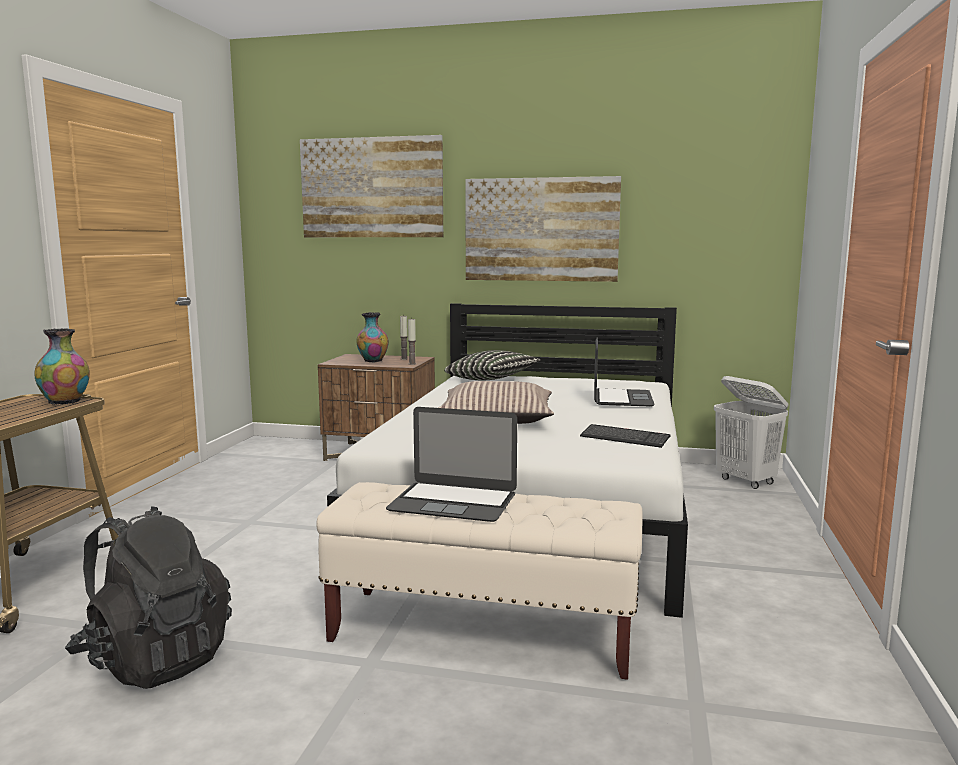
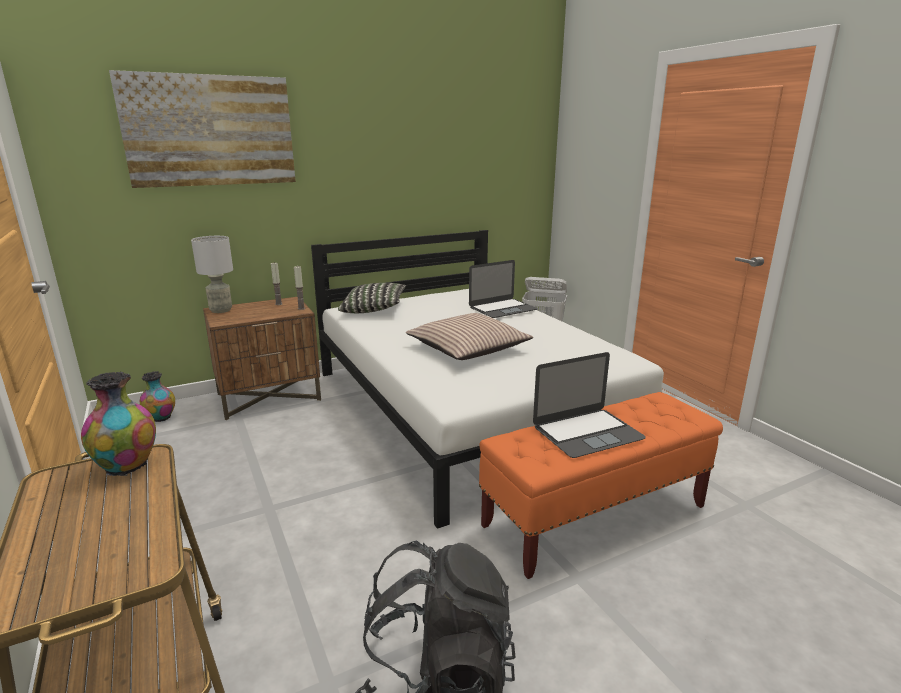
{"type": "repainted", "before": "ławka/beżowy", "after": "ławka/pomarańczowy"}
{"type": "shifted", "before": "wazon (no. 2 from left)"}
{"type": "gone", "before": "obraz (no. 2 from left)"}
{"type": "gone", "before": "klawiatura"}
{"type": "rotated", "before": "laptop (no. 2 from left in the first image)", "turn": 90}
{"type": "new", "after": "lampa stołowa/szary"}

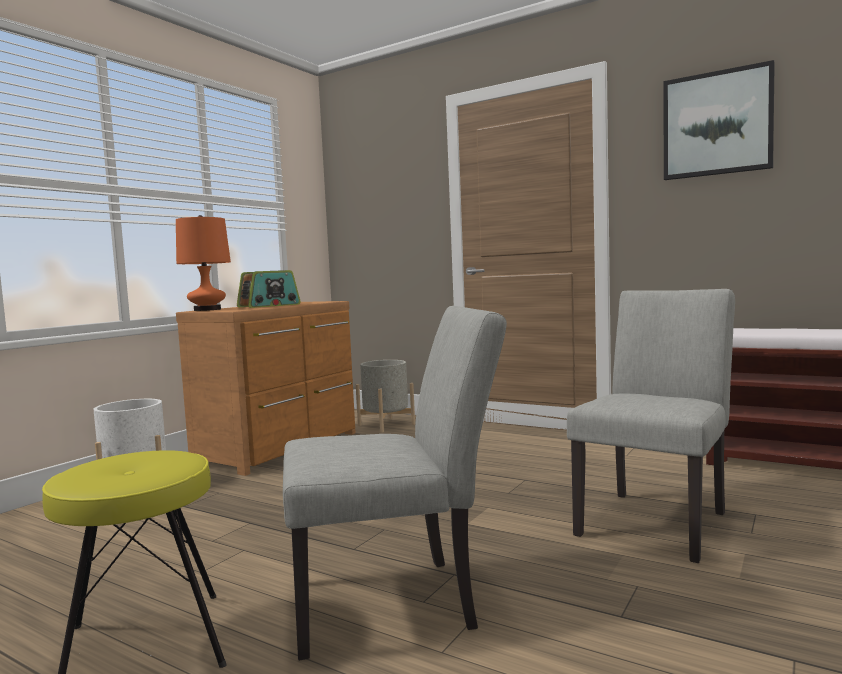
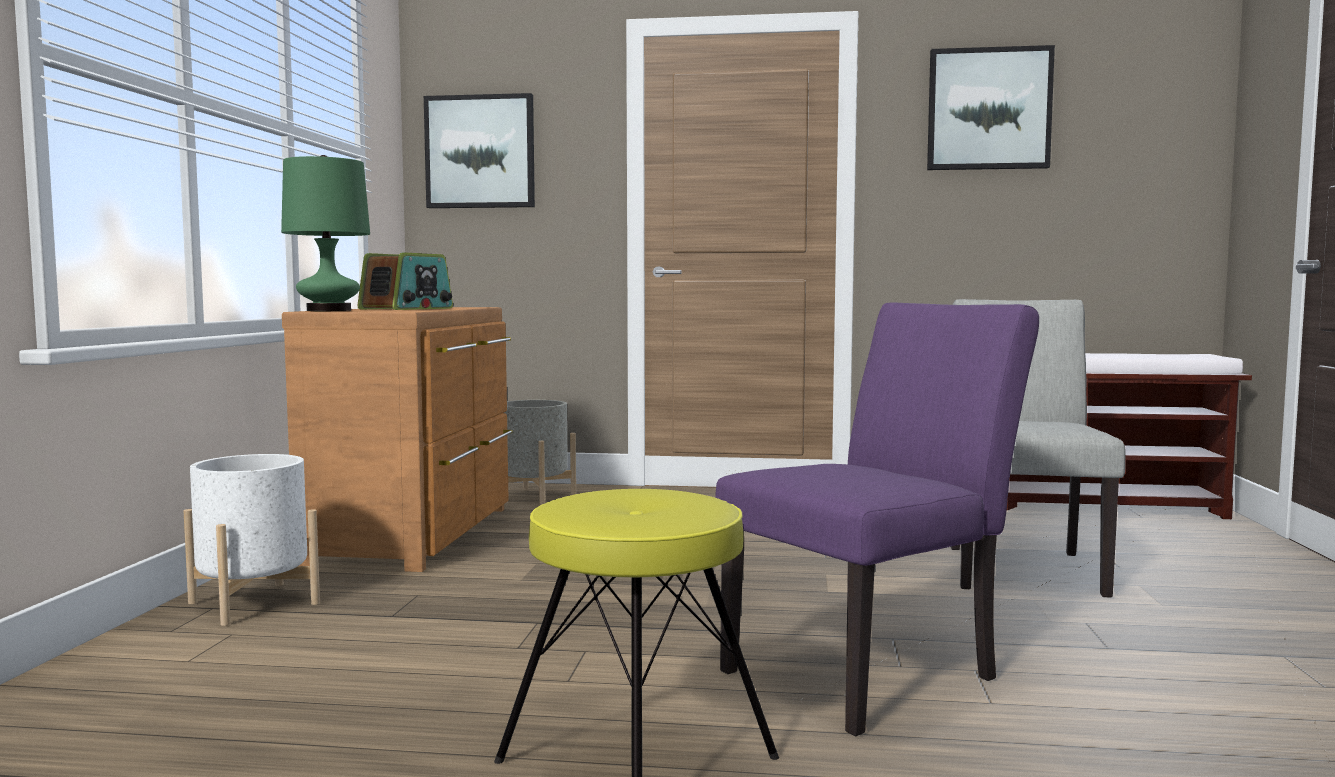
{"type": "repainted", "before": "lampa stołowa/pomarańczowy", "after": "lampa stołowa/zielony"}
{"type": "repainted", "before": "krzesło/szary (no. 1 from left)", "after": "krzesło/fioletowy"}
{"type": "new", "after": "obraz (no. 1 from left)"}

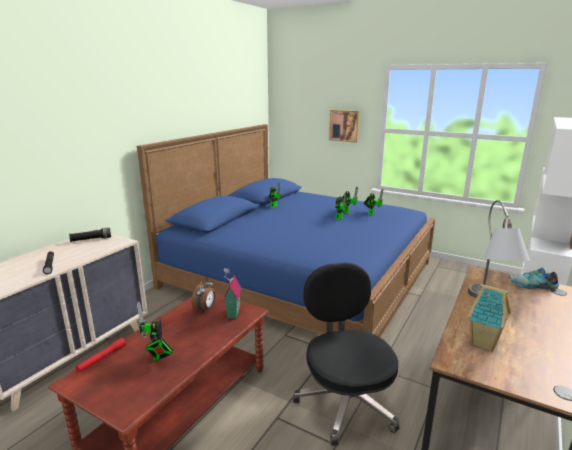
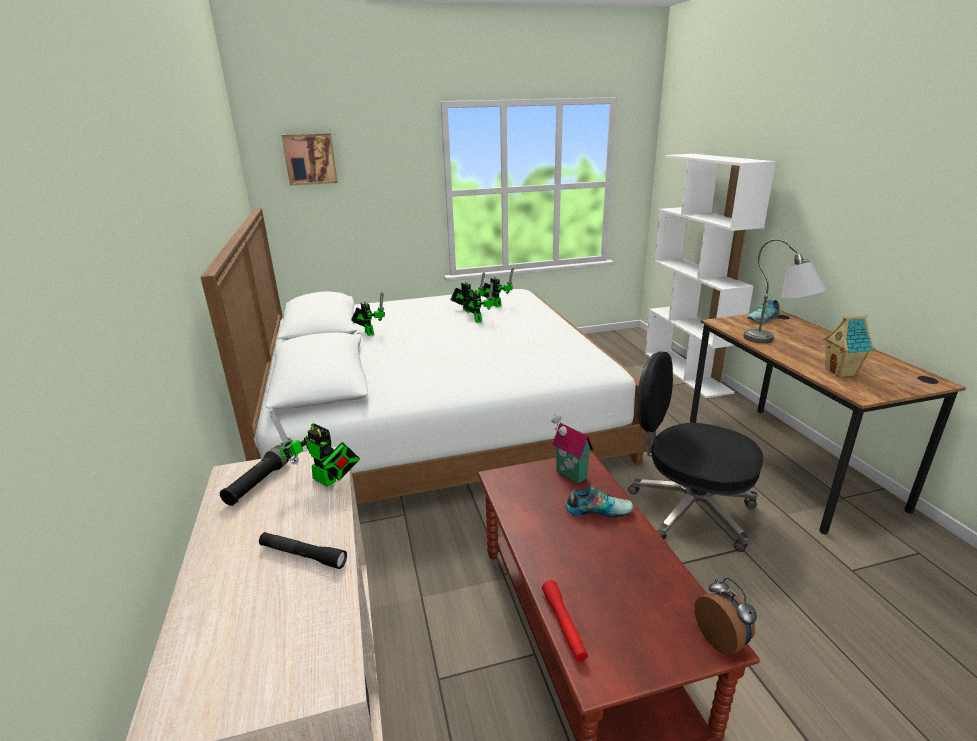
{"type": "repainted", "before": "łóżko/niebieski", "after": "łóżko/biały"}
{"type": "shifted", "before": "robot zabawkowy (no. 1 from left)"}
{"type": "shifted", "before": "budzik"}
{"type": "shifted", "before": "obraz"}
{"type": "new", "after": "but (no. 1 from left)"}

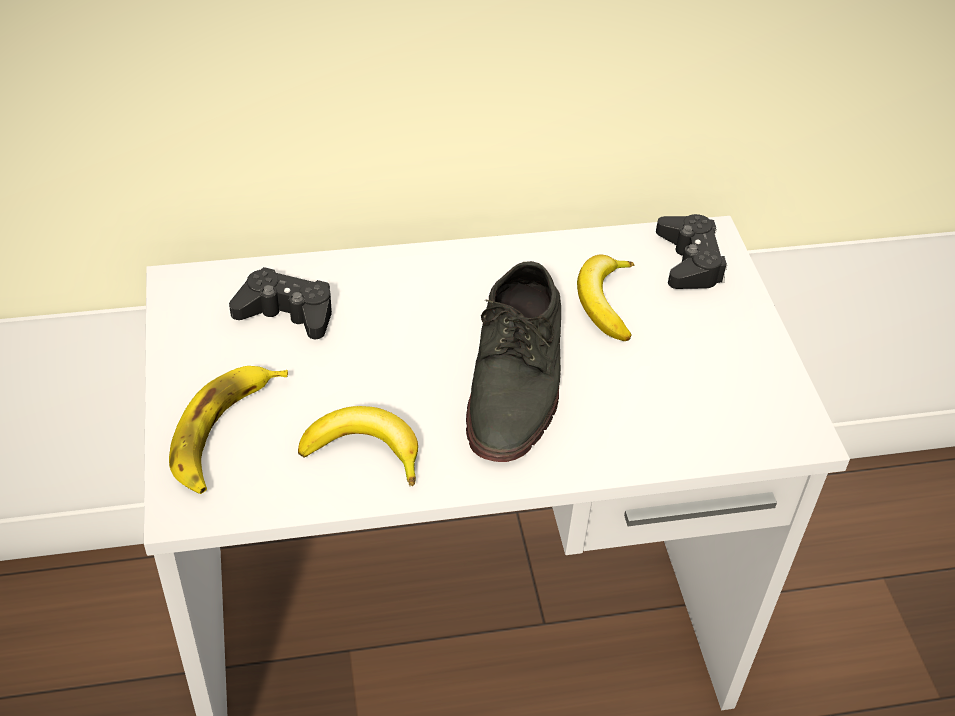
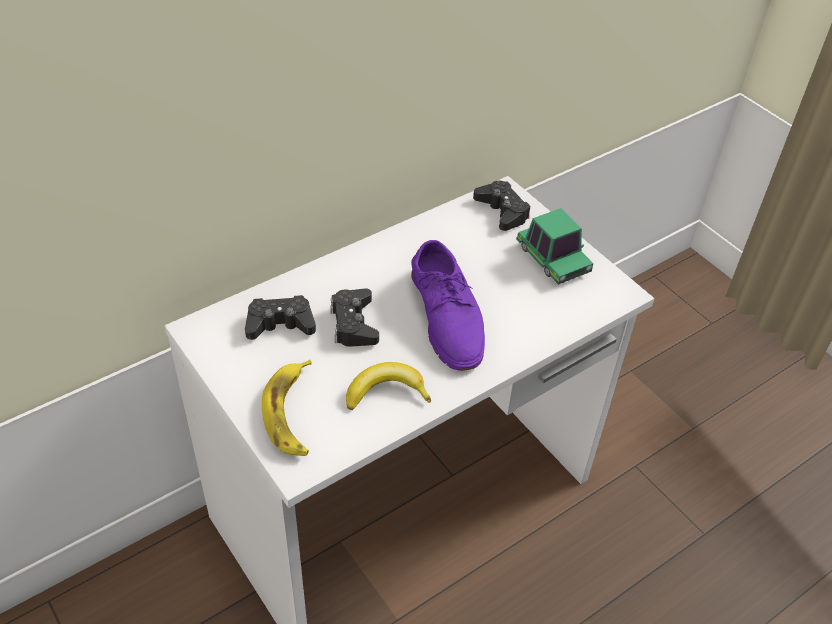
{"type": "repainted", "before": "but/szary", "after": "but/fioletowy"}
{"type": "gone", "before": "banan (no. 3 from left)"}
{"type": "new", "after": "pad do gier/czarny (no. 2 from left)"}
{"type": "new", "after": "samochodzik"}

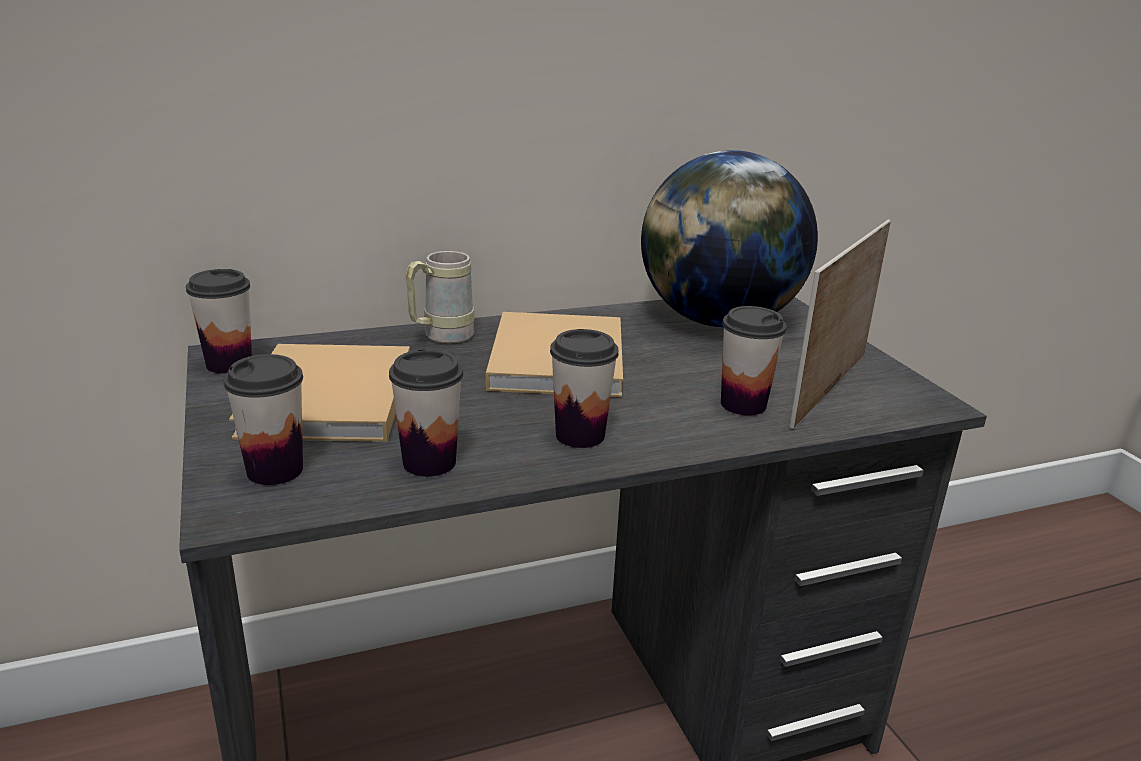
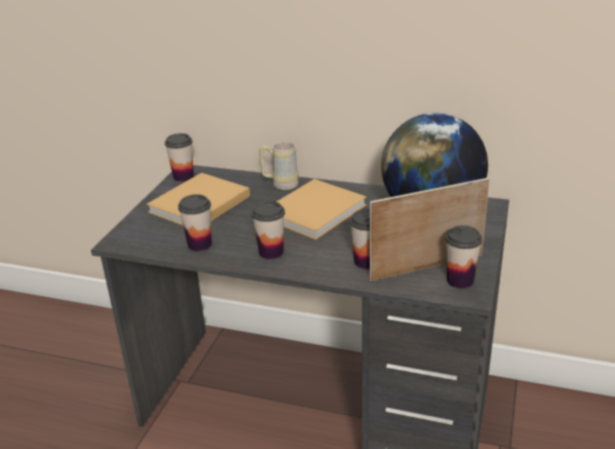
{"type": "shifted", "before": "filiżanka (no. 2 from left in the first image)", "after": "filiżanka (no. 5 from left)"}

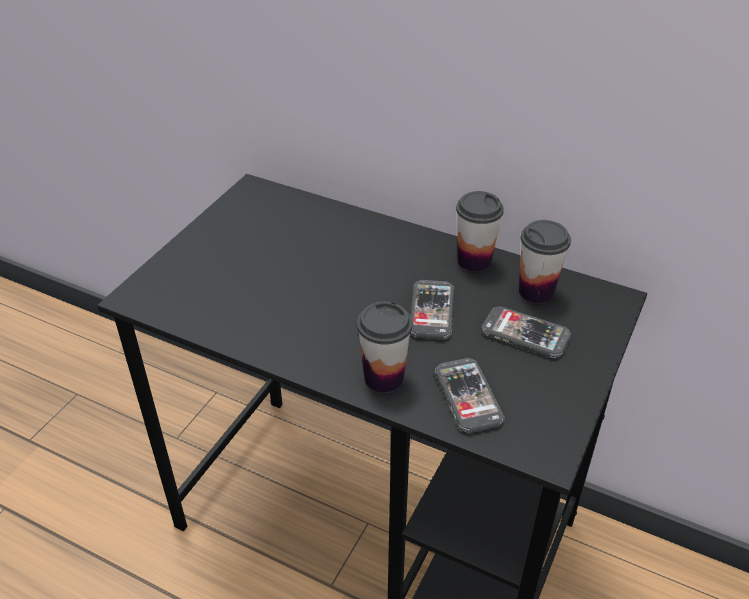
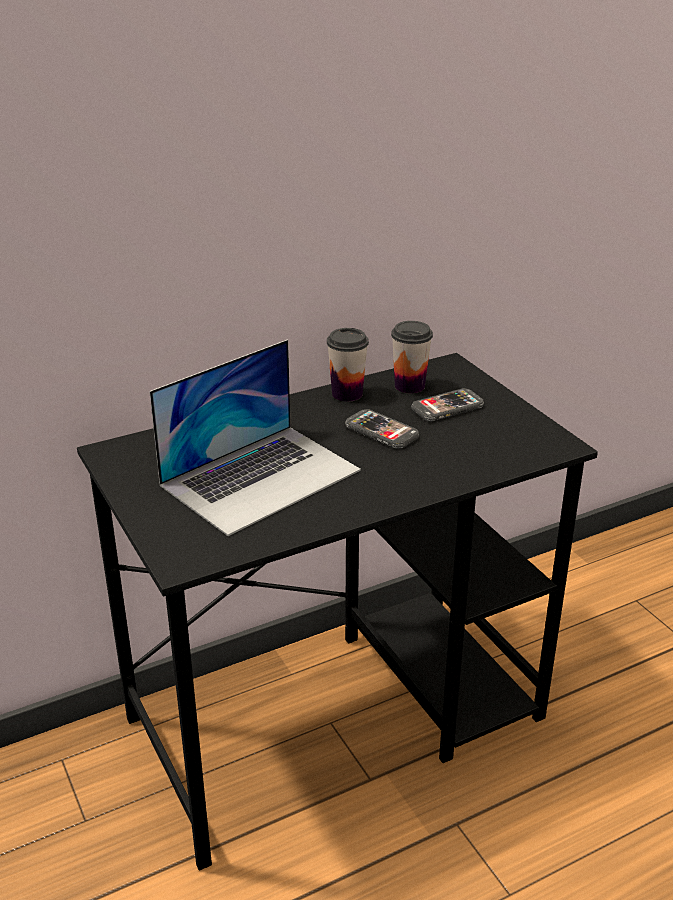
{"type": "gone", "before": "filiżanka (no. 1 from left)"}
{"type": "gone", "before": "telefon (no. 2 from left)"}
{"type": "new", "after": "laptop"}

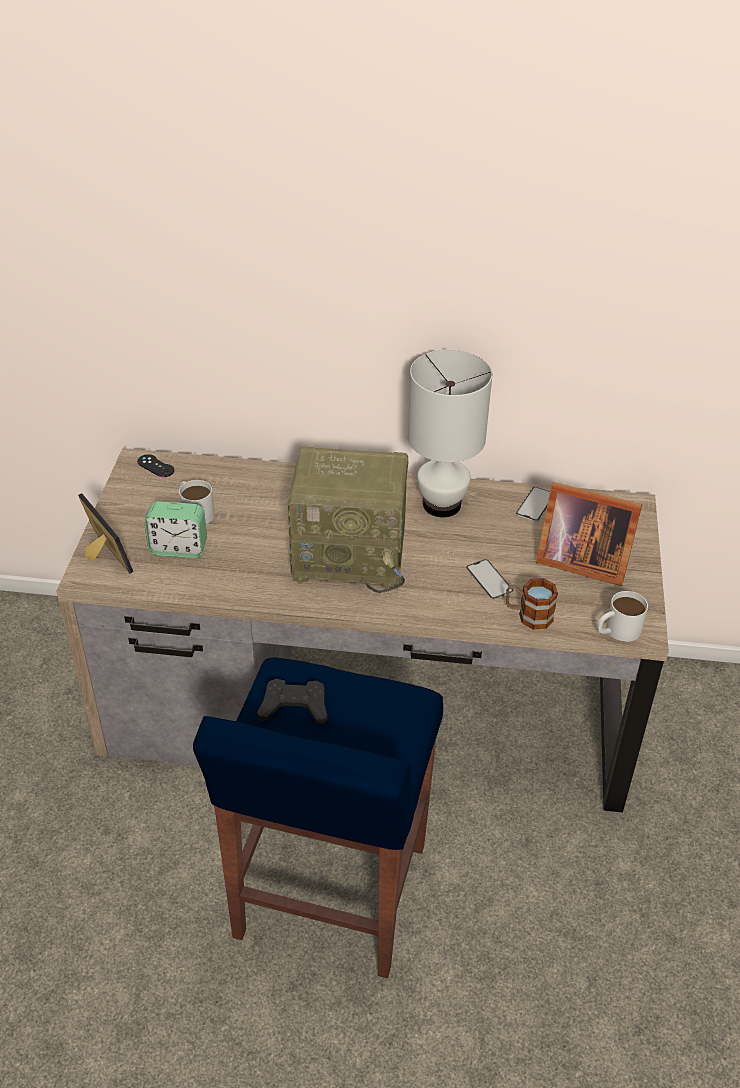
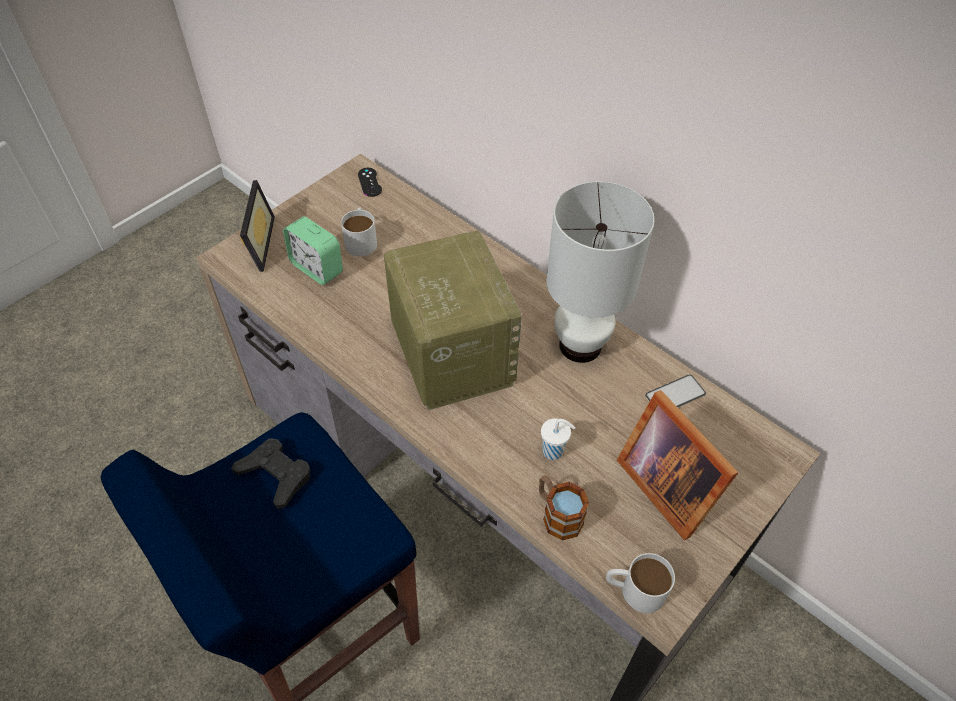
{"type": "rotated", "before": "radio", "turn": -150}
{"type": "swapped", "before": "telefon (no. 1 from left)", "after": "filiżanka/biały"}

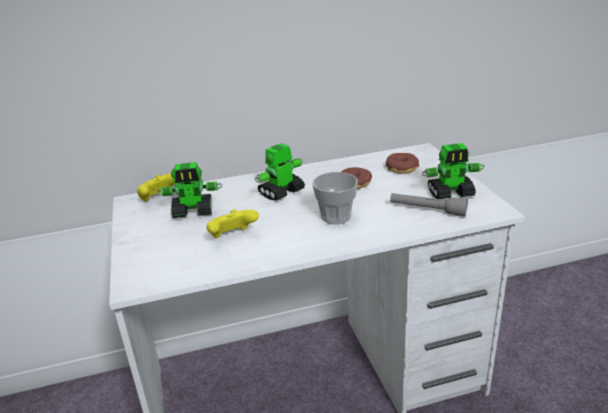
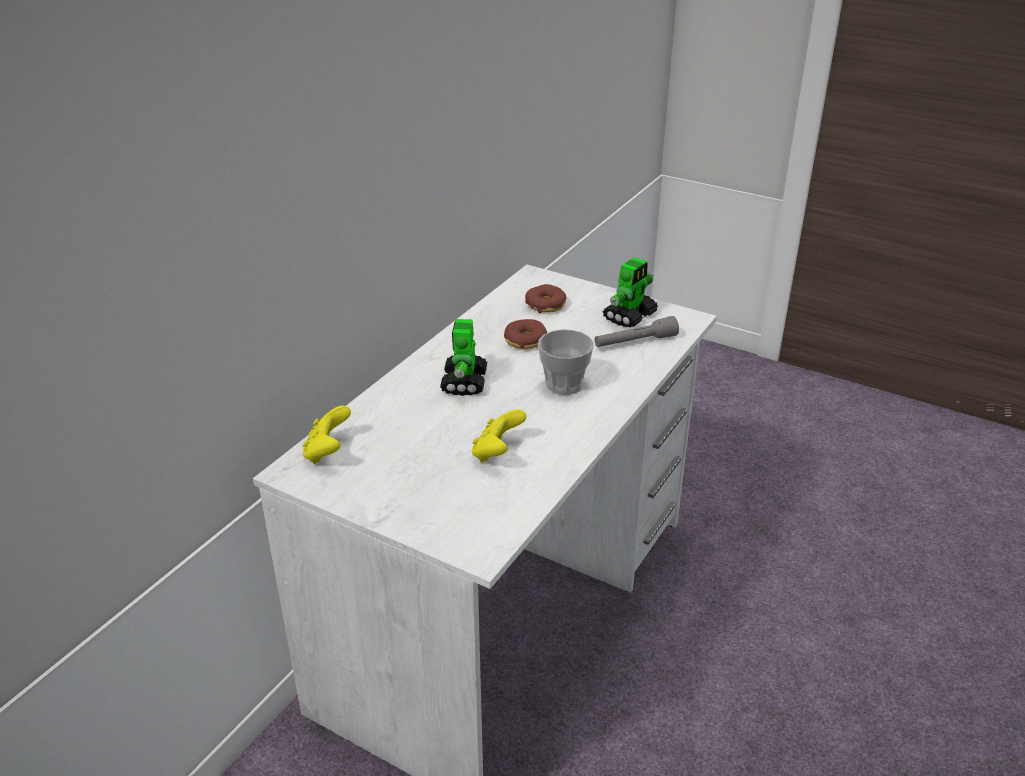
{"type": "gone", "before": "robot zabawkowy (no. 1 from left)"}

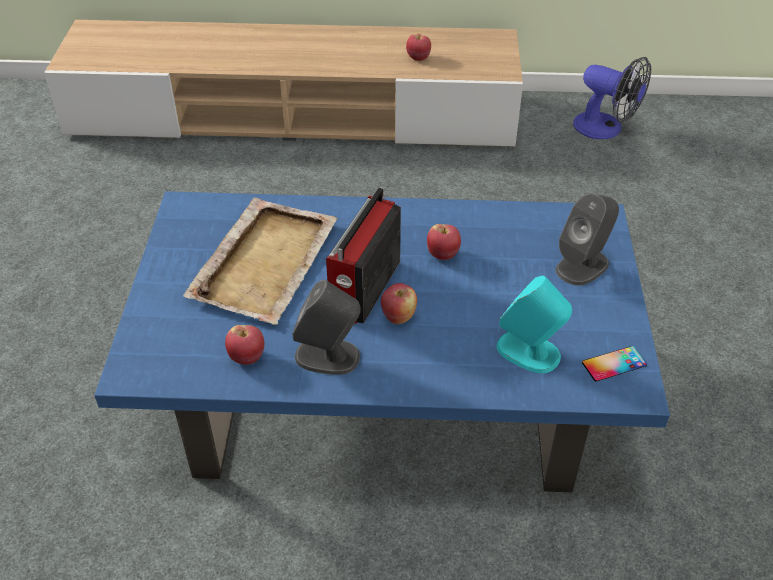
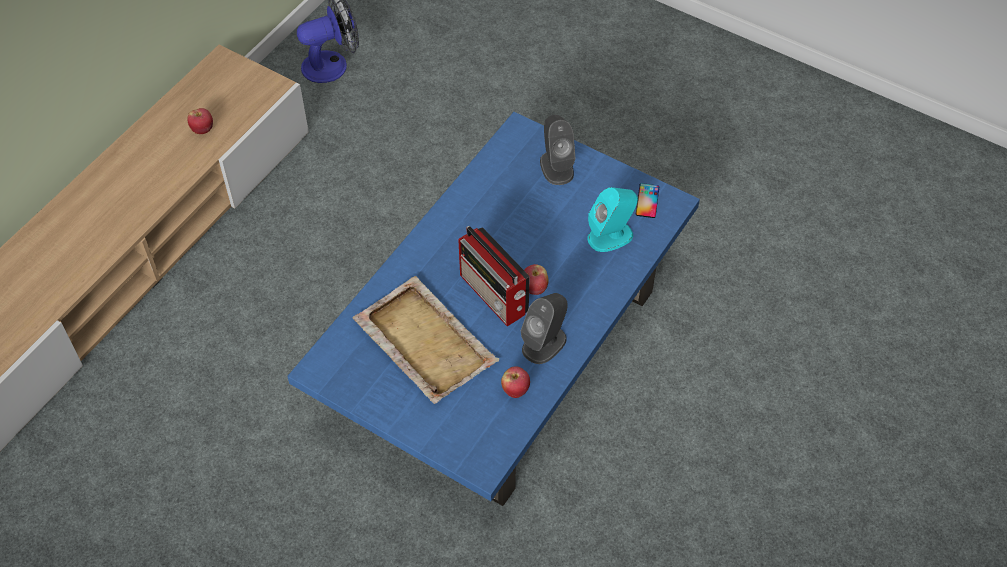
{"type": "gone", "before": "jabłko (no. 4 from left)"}

